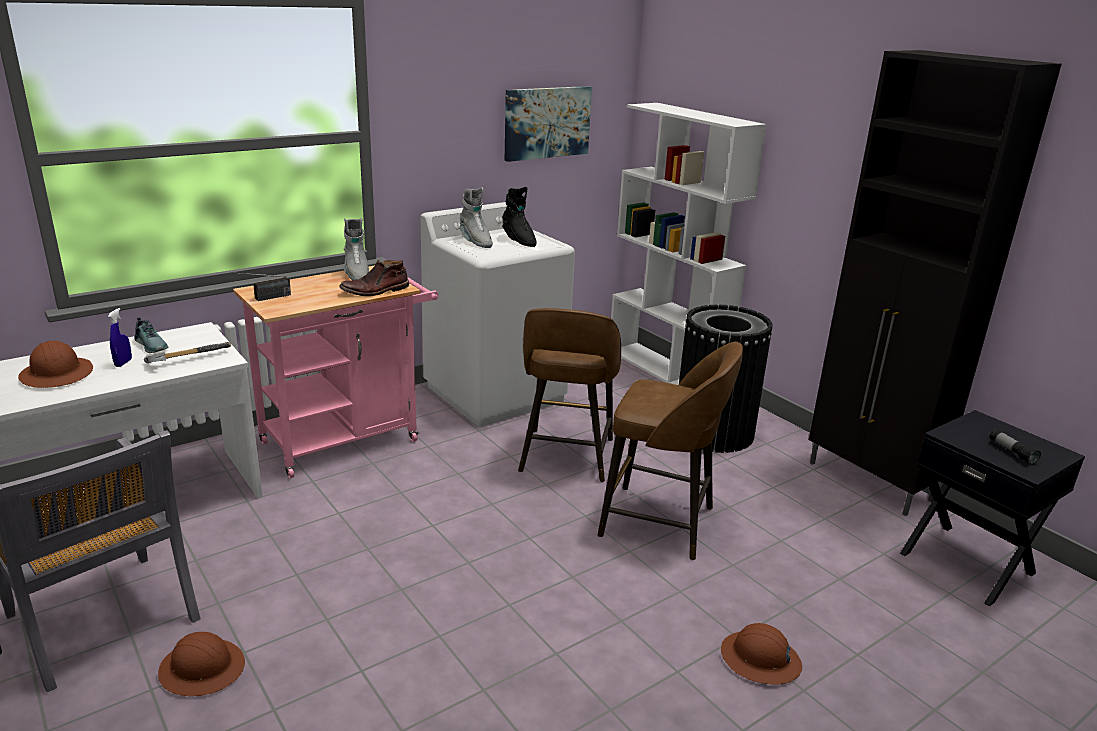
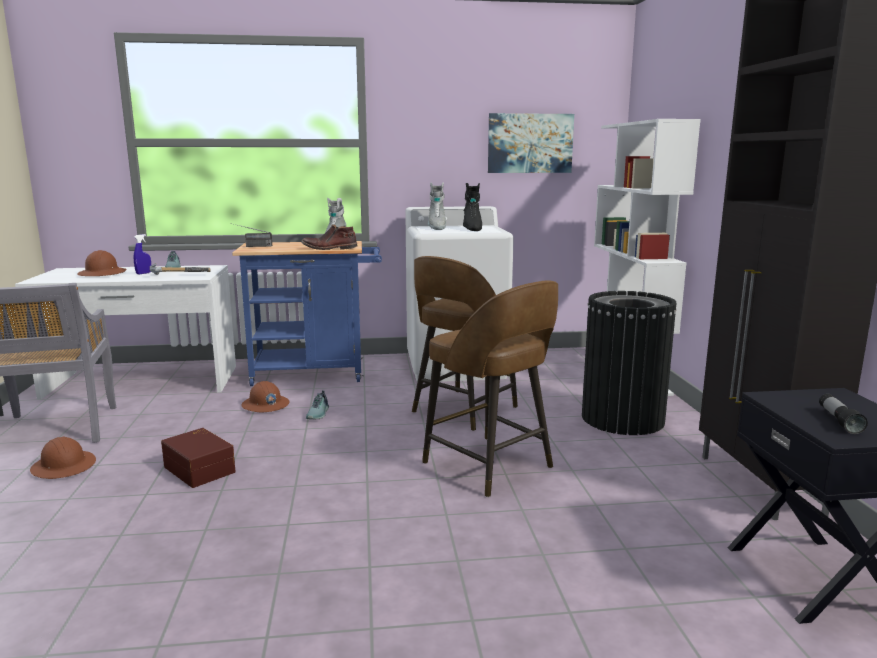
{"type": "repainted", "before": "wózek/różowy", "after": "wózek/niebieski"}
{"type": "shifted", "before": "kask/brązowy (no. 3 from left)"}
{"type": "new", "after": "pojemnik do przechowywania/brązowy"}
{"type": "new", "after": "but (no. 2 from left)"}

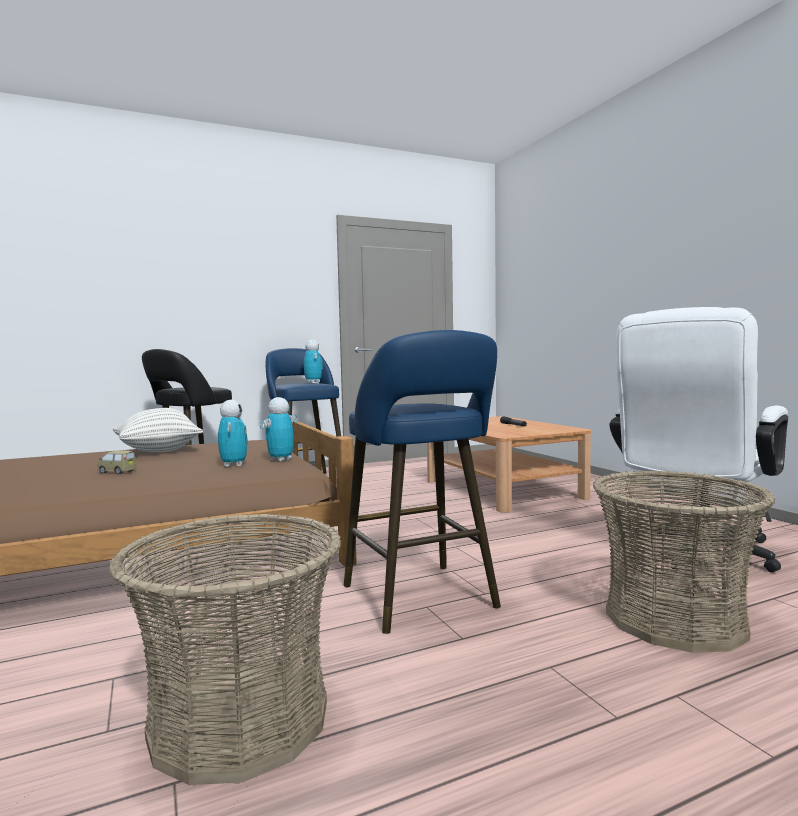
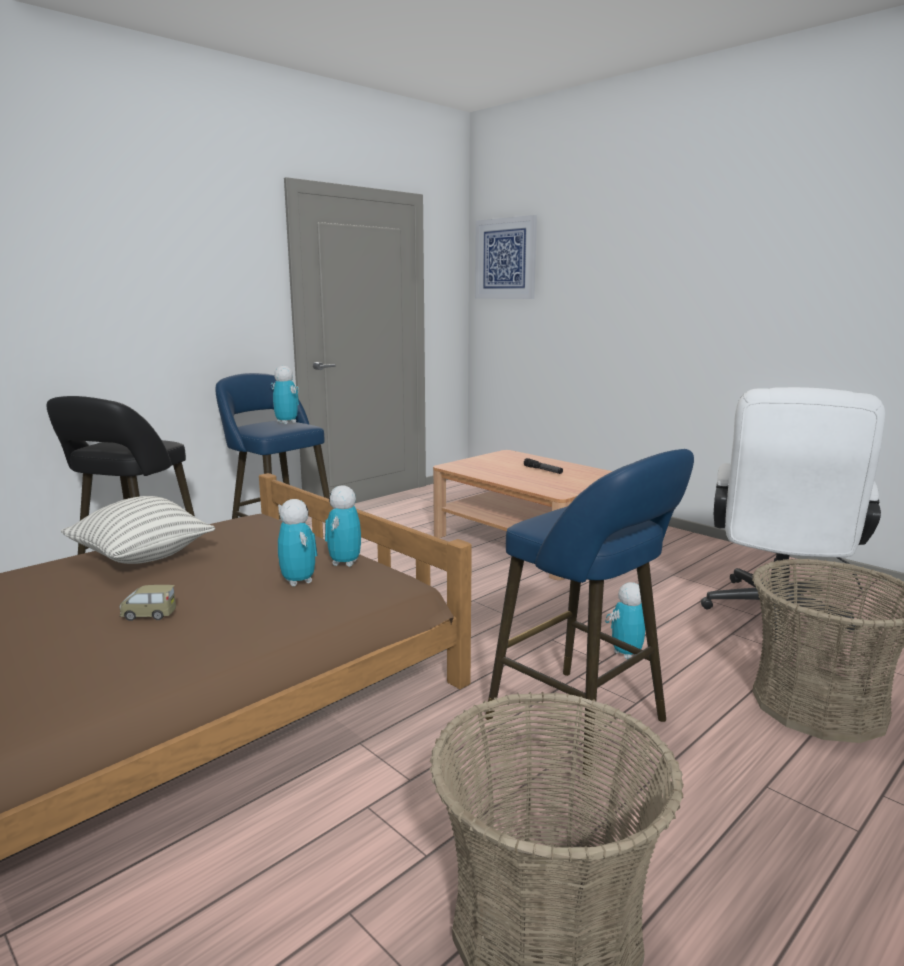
{"type": "new", "after": "obraz"}
{"type": "new", "after": "robot zabawkowy (no. 4 from left)"}

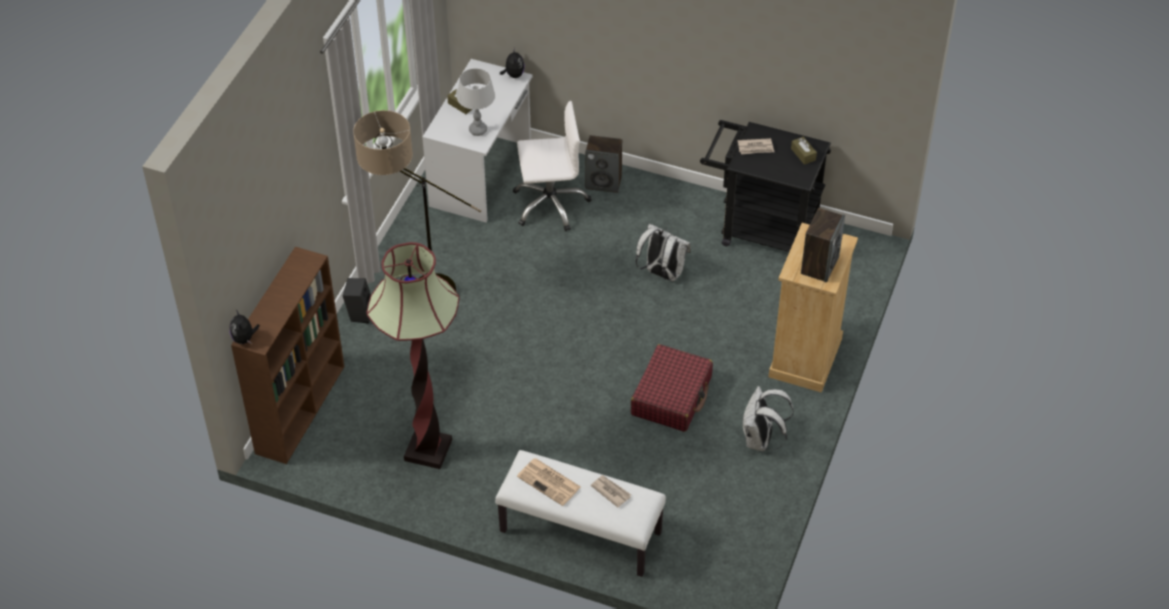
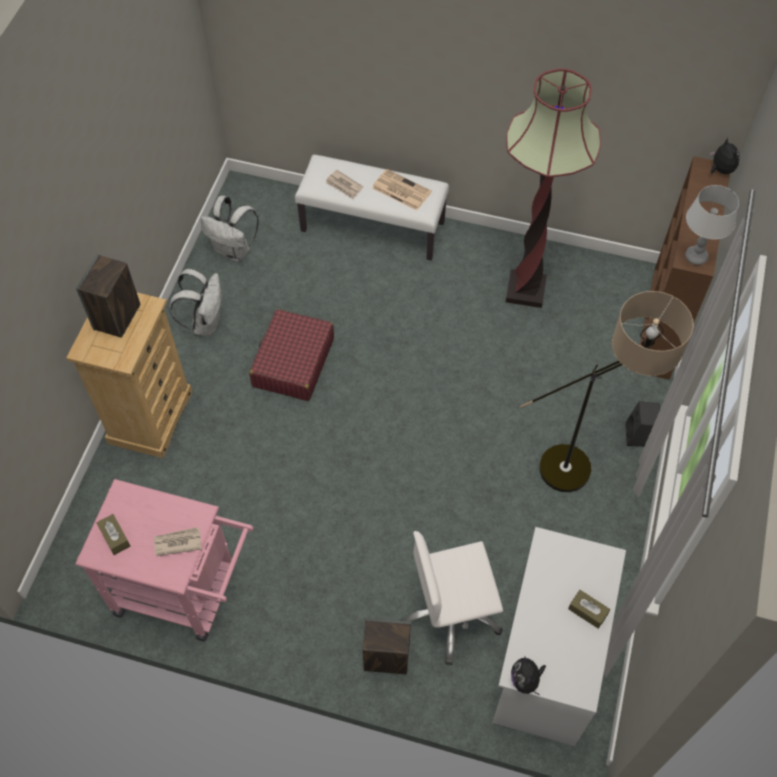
{"type": "shifted", "before": "lampa stołowa/szary"}
{"type": "shifted", "before": "plecak/biały (no. 1 from left in the first image)", "after": "plecak/biały (no. 2 from left)"}
{"type": "repainted", "before": "wózek/czarny", "after": "wózek/różowy"}

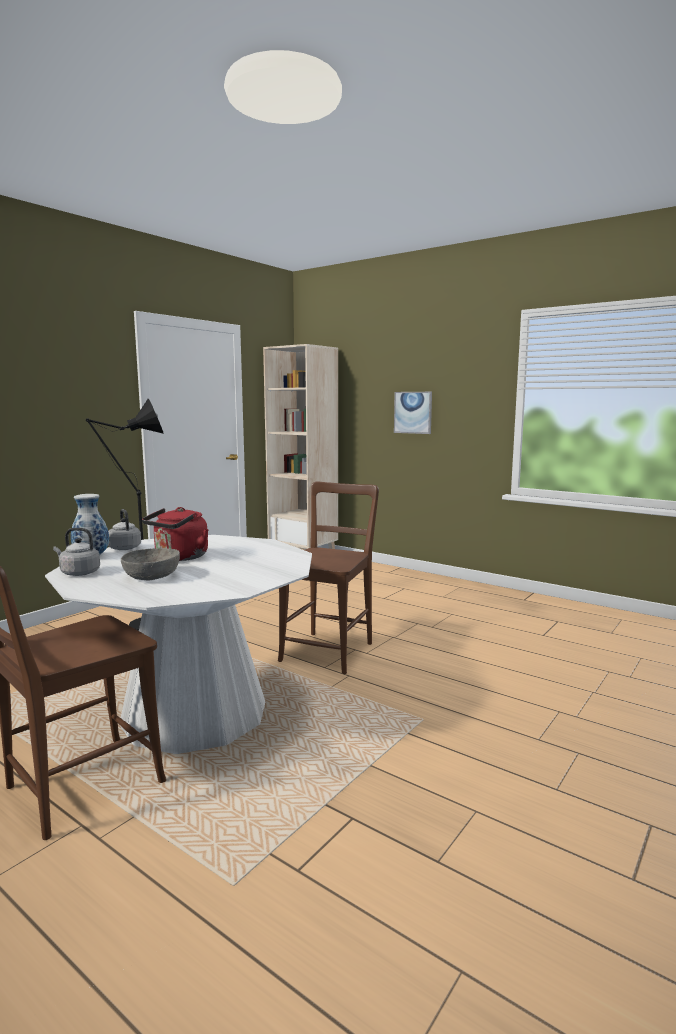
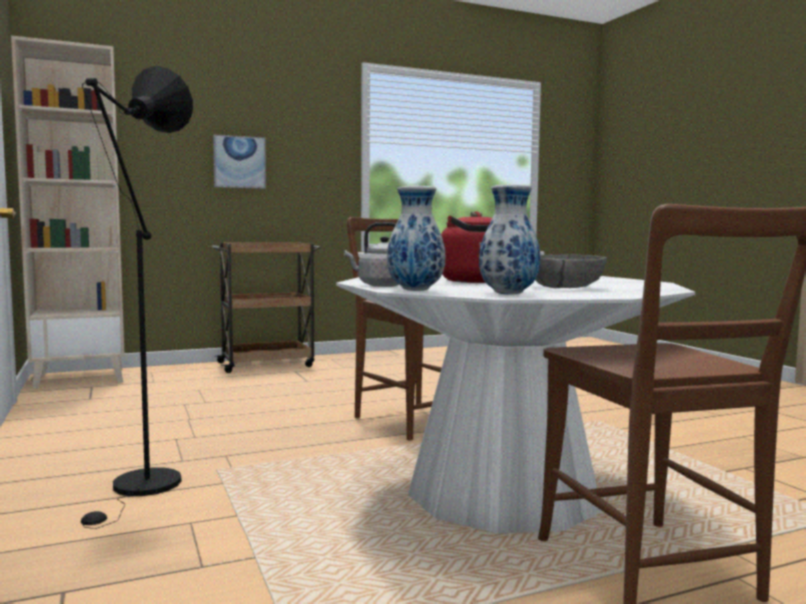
{"type": "swapped", "before": "czajnik/szary (no. 1 from left)", "after": "wazon (no. 2 from left)"}
{"type": "new", "after": "wózek/brązowy"}

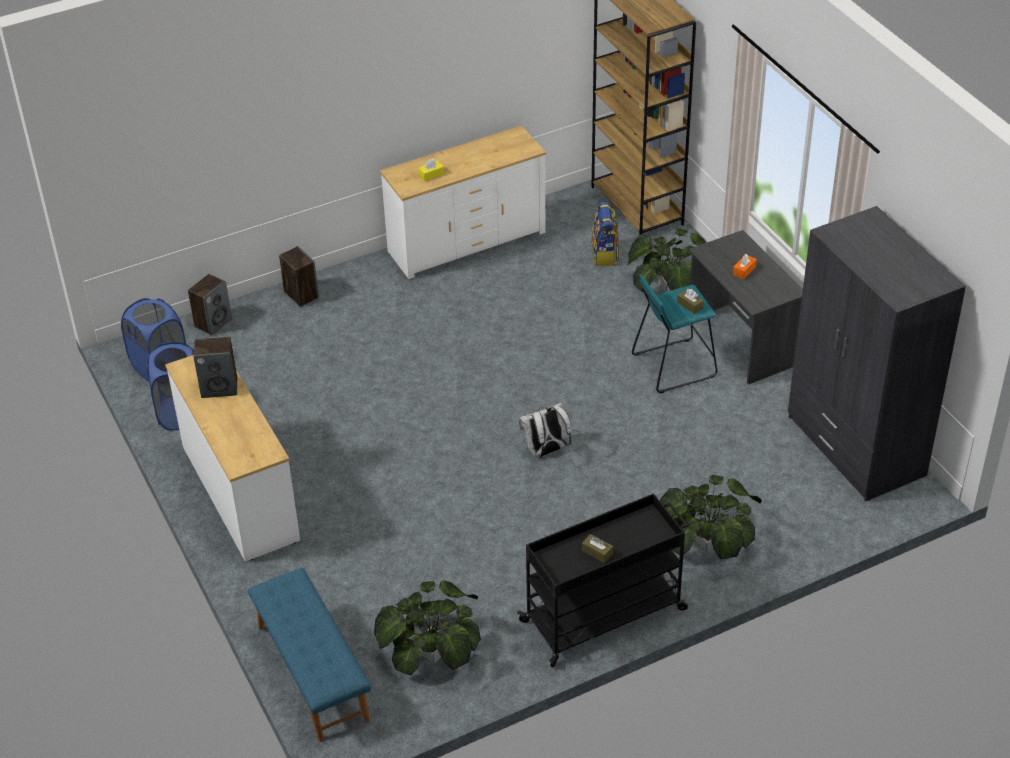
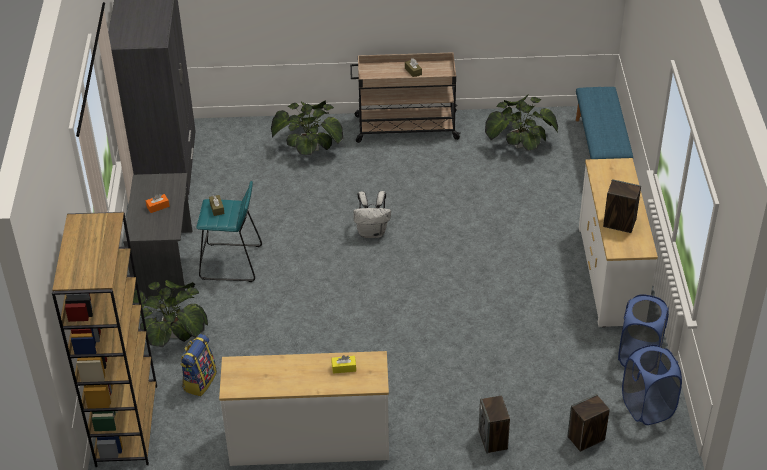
{"type": "repainted", "before": "wózek/czarny", "after": "wózek/beżowy"}

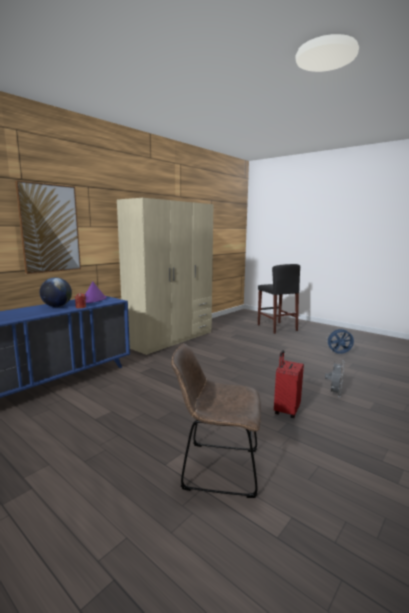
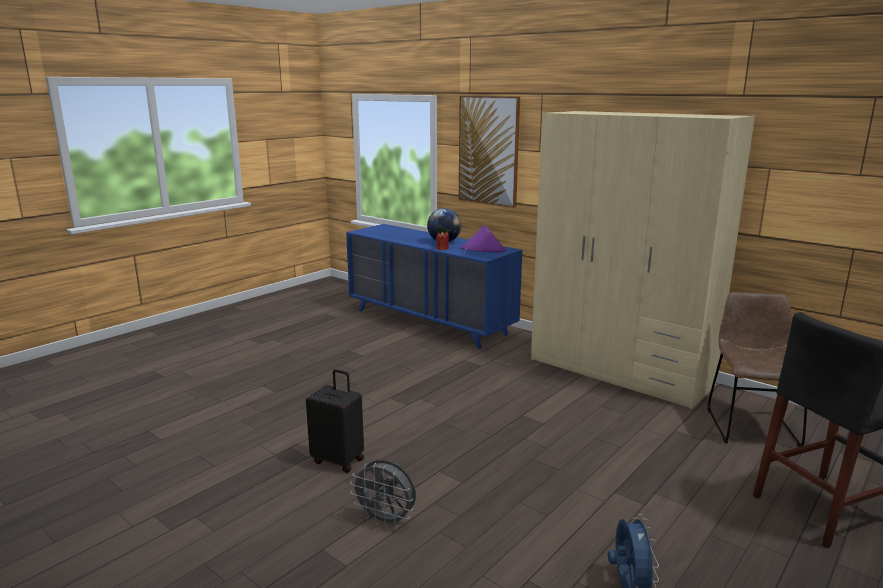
{"type": "shifted", "before": "krzesło/brązowy"}
{"type": "repainted", "before": "walizka/czerwony", "after": "walizka/czarny"}

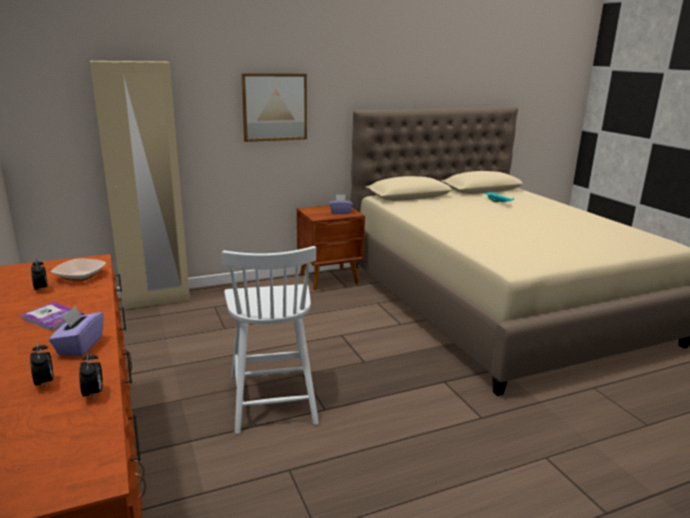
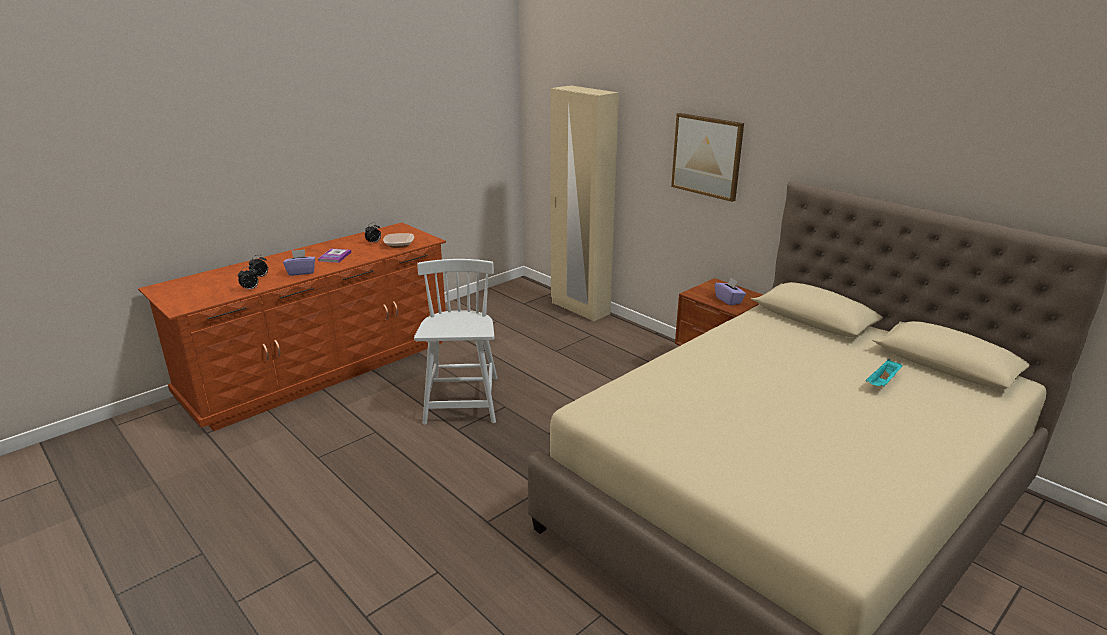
{"type": "rotated", "before": "krzesło/biały", "turn": 120}

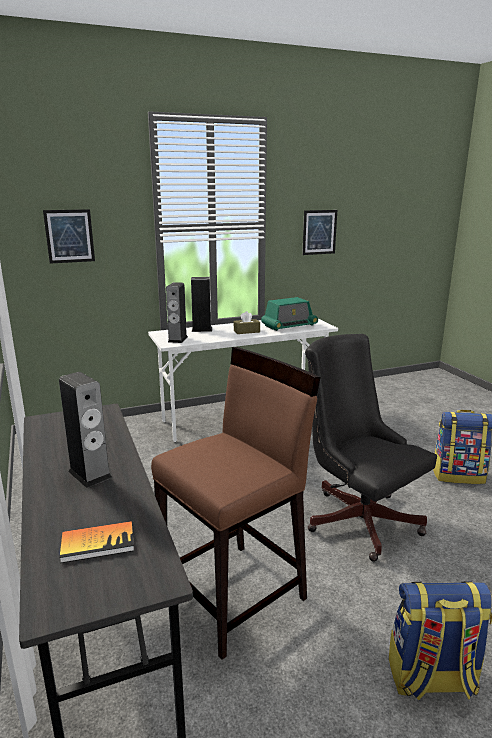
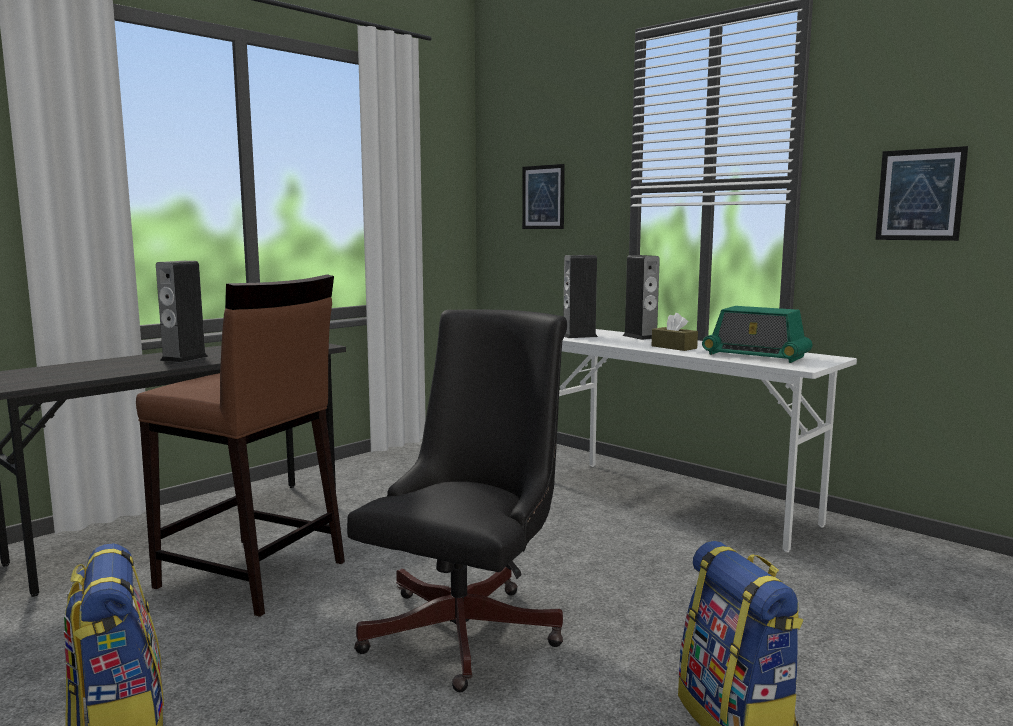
{"type": "gone", "before": "książka"}

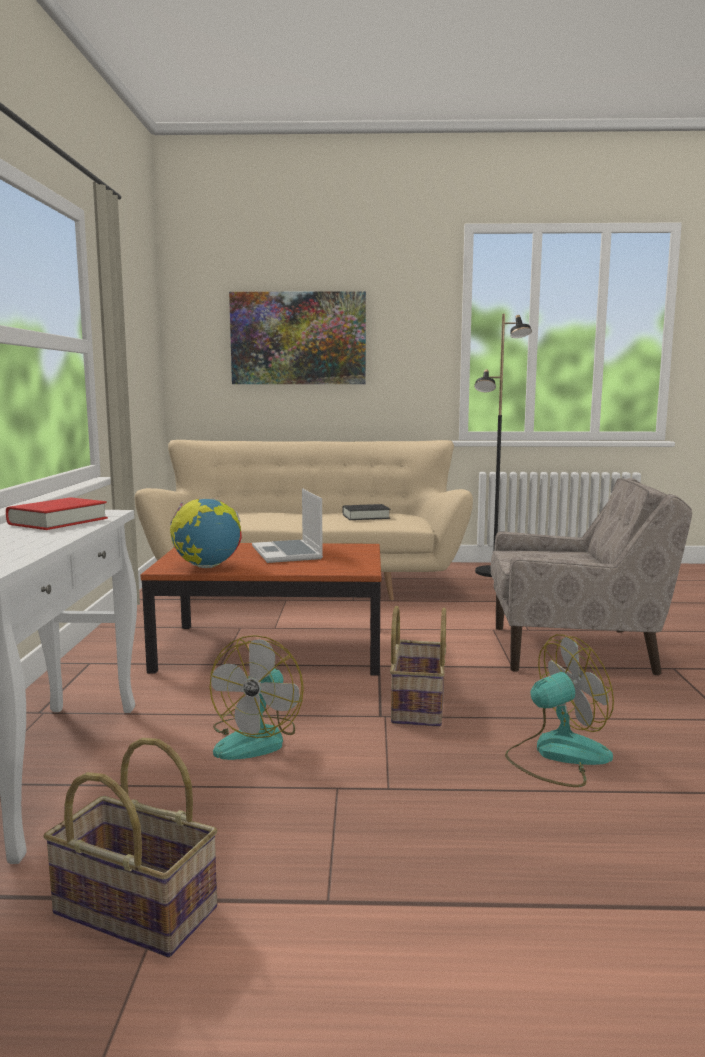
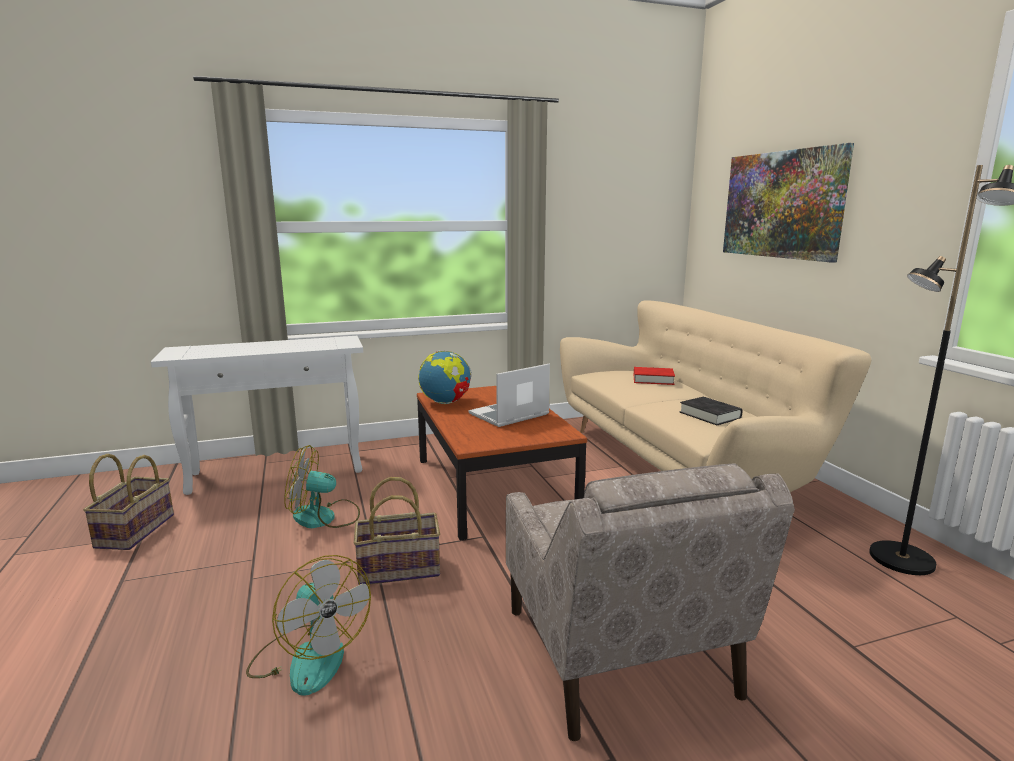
{"type": "shifted", "before": "książka/czerwony"}

